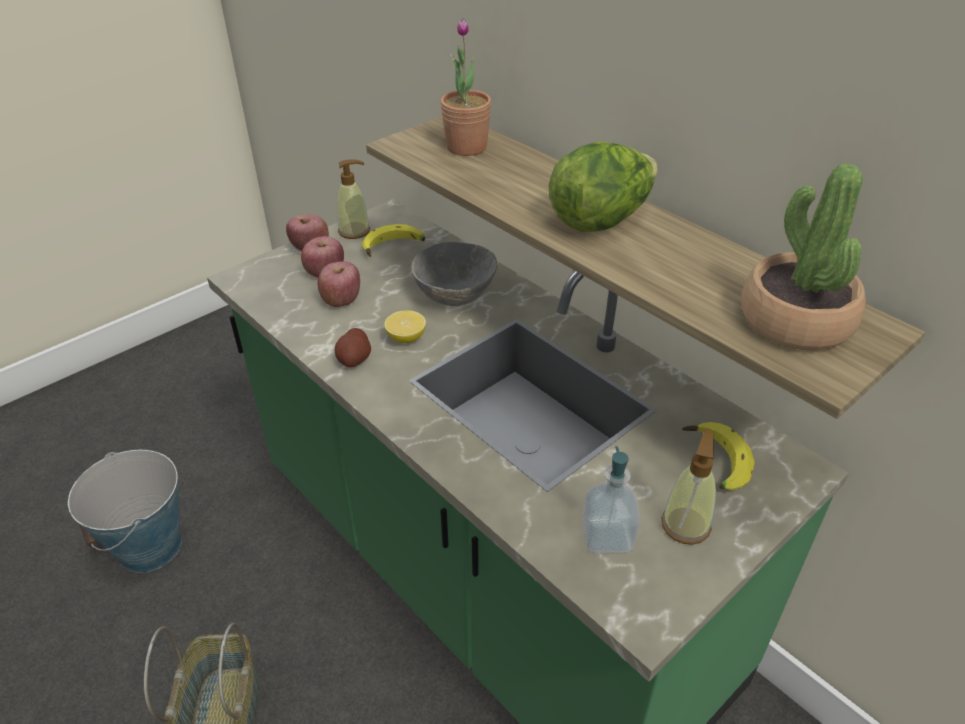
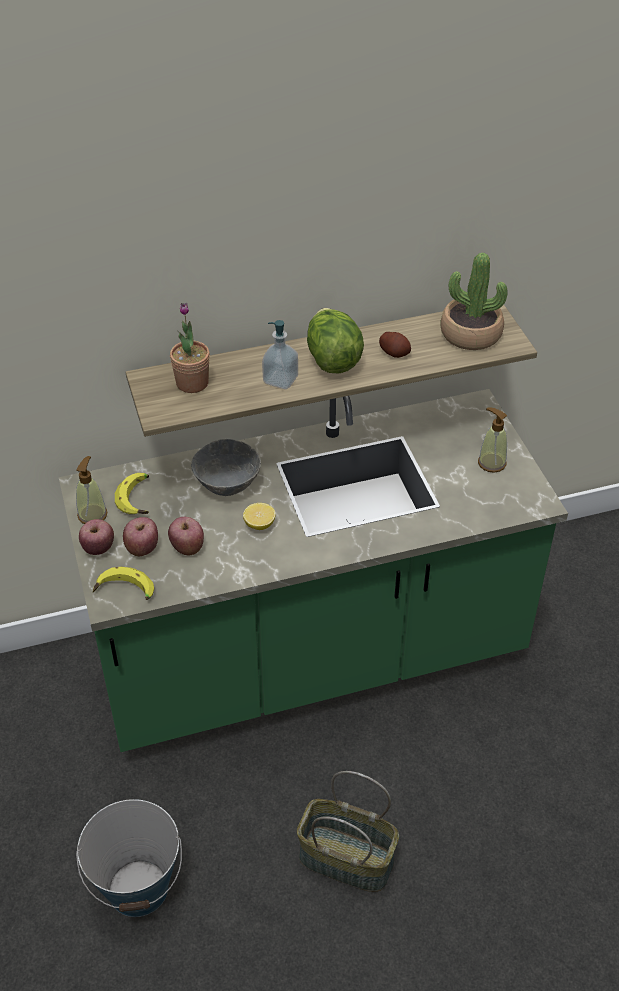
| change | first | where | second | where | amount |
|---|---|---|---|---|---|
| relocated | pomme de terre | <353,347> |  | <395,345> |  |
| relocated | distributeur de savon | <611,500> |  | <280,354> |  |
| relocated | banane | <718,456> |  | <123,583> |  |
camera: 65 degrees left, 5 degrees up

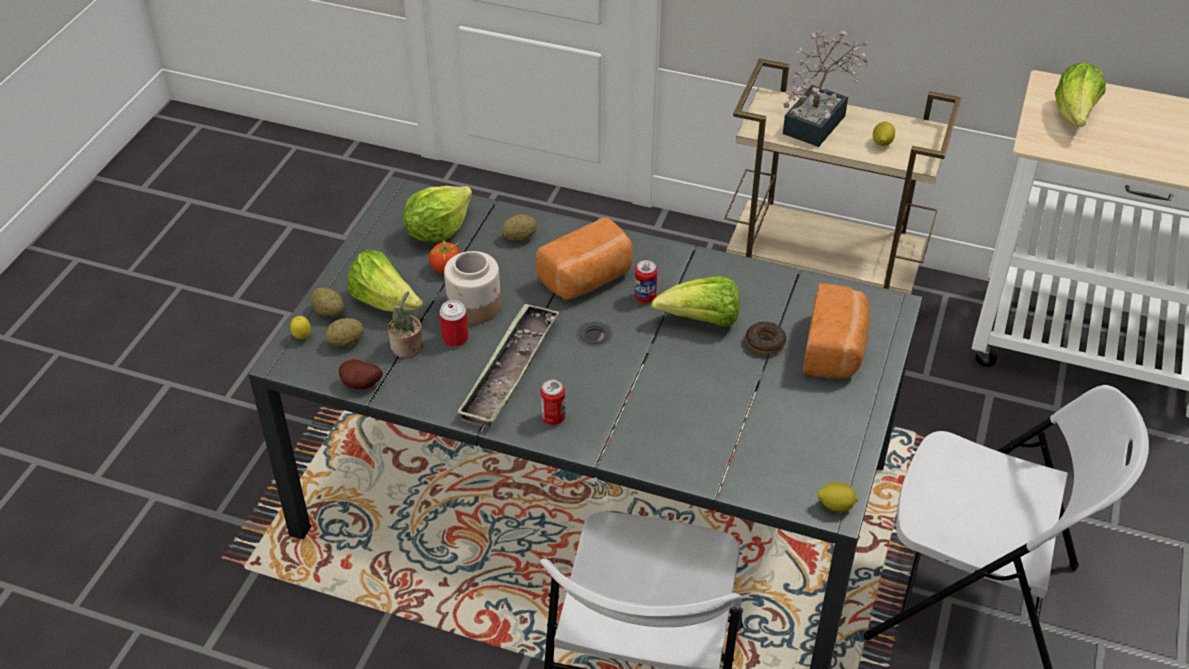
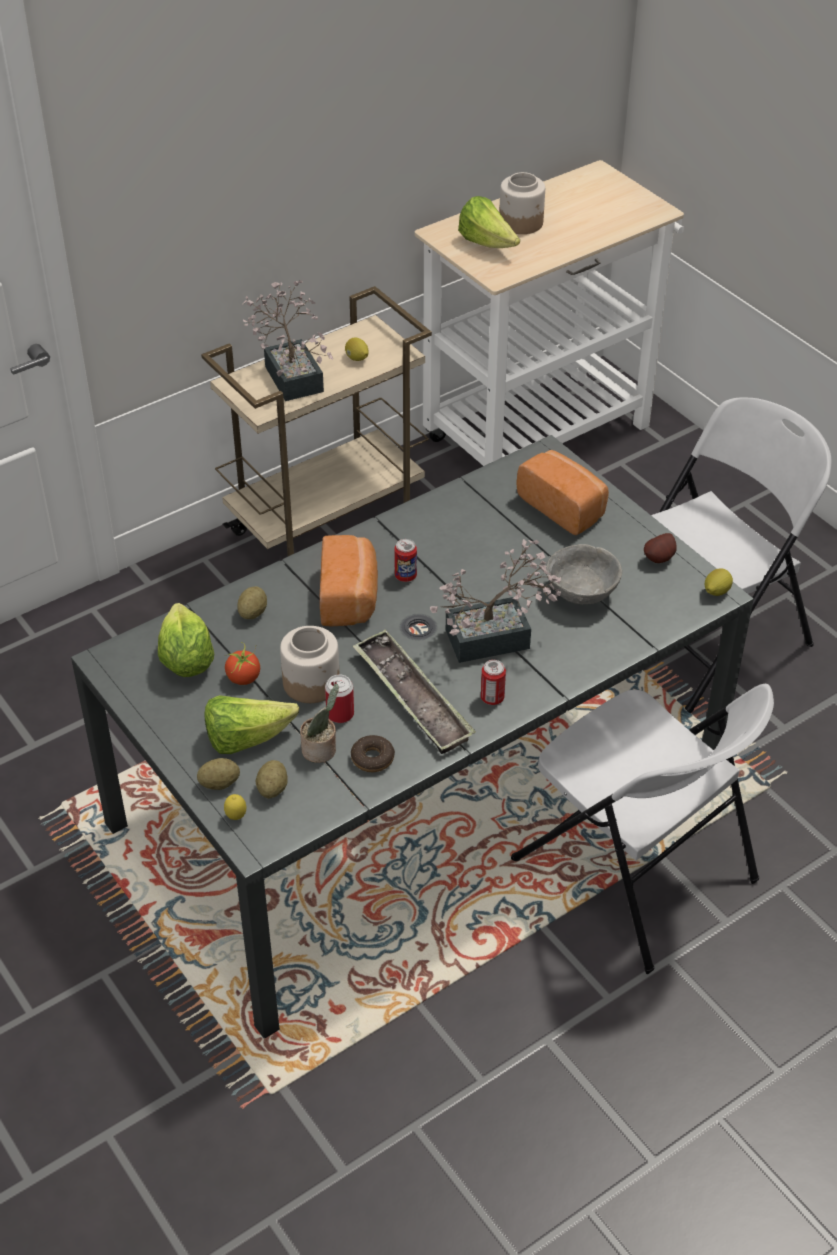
| change | first | where | second | where | amount |
|---|---|---|---|---|---|
| relocated | pomme de terre | <361,374> |  | <660,548> |  |
| missing | laitue | <695,301> |  |  |  |
| relocated | beignet | <766,338> |  | <373,753> |  |
| appeared |  |  | plante en pot | <495,601> |  |
| appeared |  |  | bocal | <522,203> |  |
| appeared |  |  | bol/gris | <584,574> |  |
camera: 55 degrees left, 0 degrees up

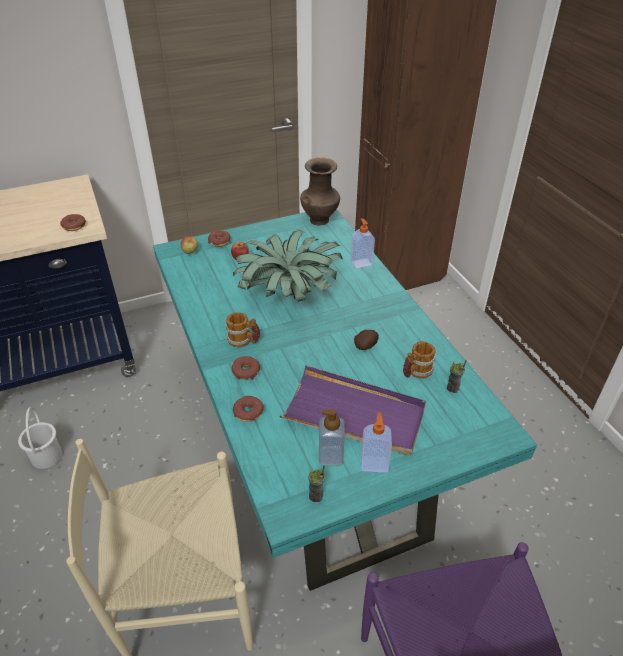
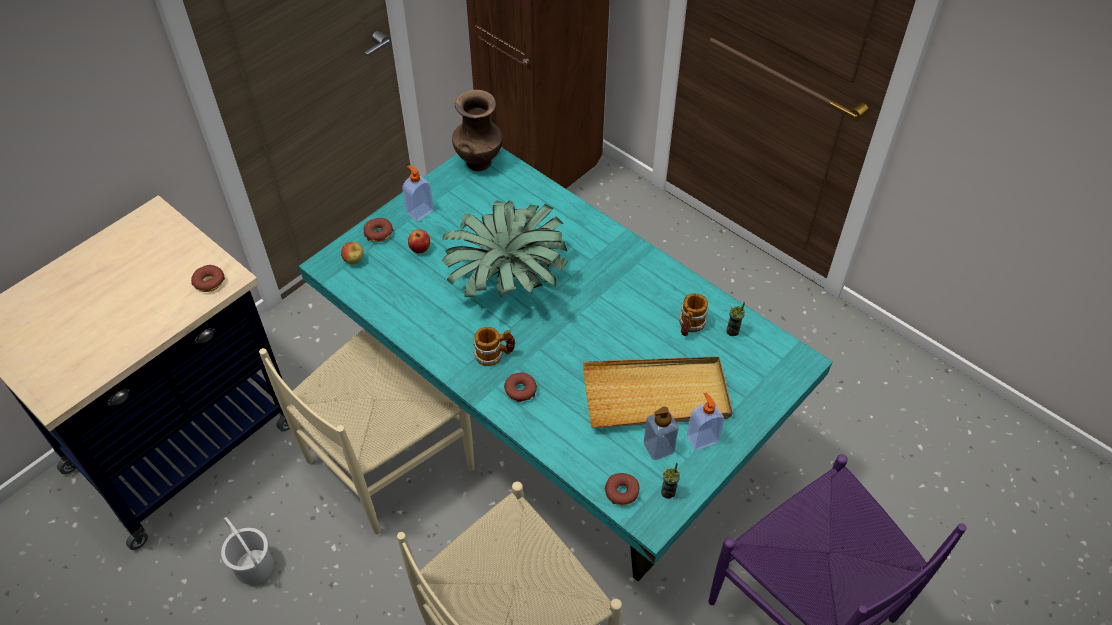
| change | first | where | second | where | amount |
|---|---|---|---|---|---|
| relocated | beignet | <248,409> |  | <622,489> |  |
| colour | plateau/violet | <353,410> | plateau/beige | <657,392> |  |
| relocated | distributeur de savon | <362,243> |  | <418,193> |  |
| missing | pomme de terre | <366,340> |  |  |  |
| appeared |  |  | chaise/beige | <366,432> |  |
camera: 25 degrees left, 10 degrees up

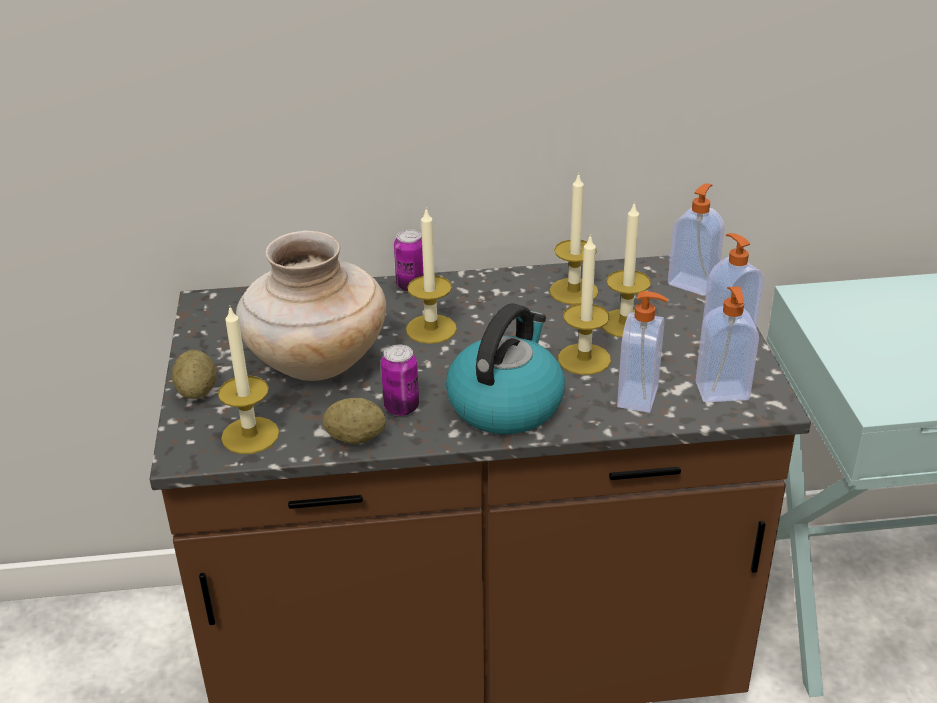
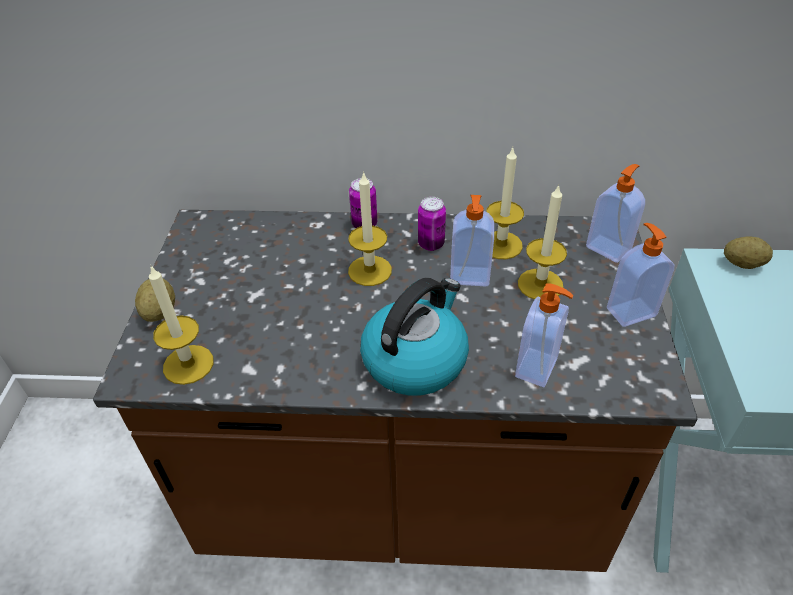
| change | first | where | second | where | amount |
|---|---|---|---|---|---|
| missing | vase/beige | <311,306> |  |  |  |
| relocated | pomme de terre | <354,421> |  | <748,253> |  |
| relocated | boîte métallique | <400,380> |  | <432,224> |  |
| missing | bougie | <584,304> |  |  |  |
| relocated | distributeur de savon | <727,344> |  | <472,240> |  |
camera: 10 degrees right, 10 degrees up

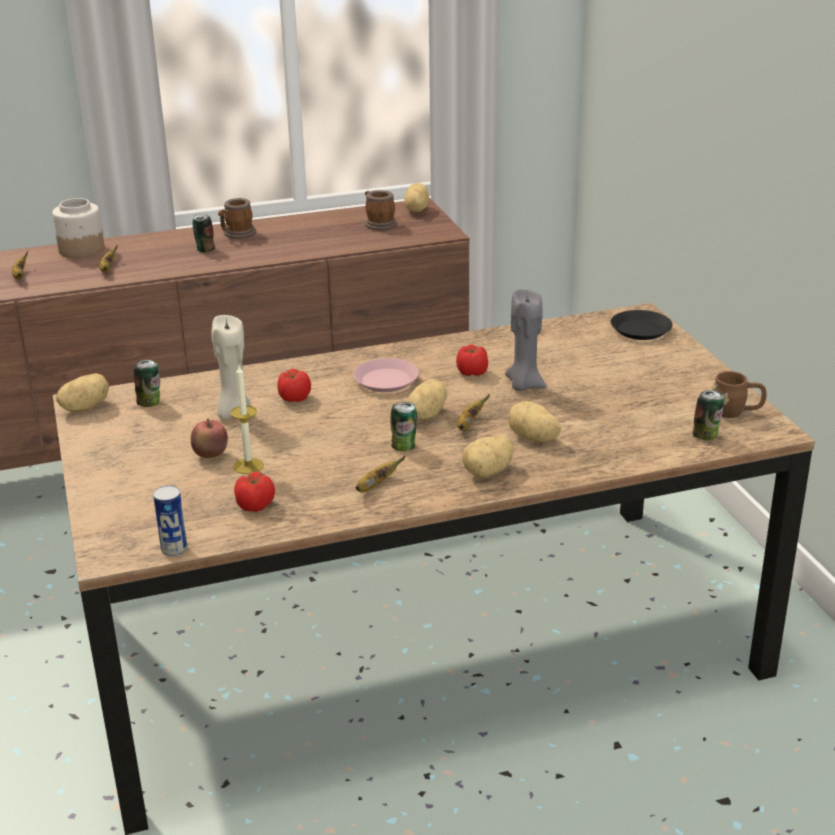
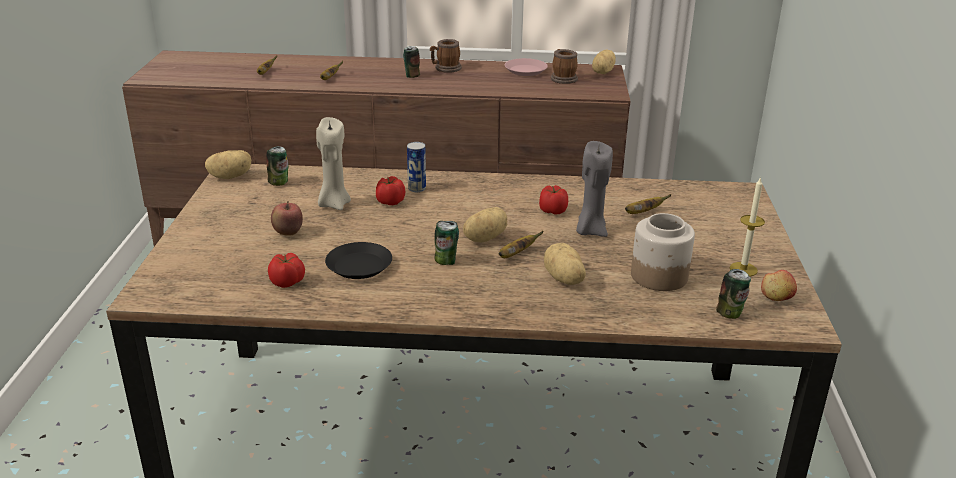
| change | first | where | second | where | amount |
|---|---|---|---|---|---|
| relocated | bocal | <78,228> |  | <663,252> |  |
| relocated | boîte métallique | <170,521> |  | <416,167> |  |
| relocated | bougie | <247,420> |  | <747,226> |  |
| relocated | assiette/rose | <386,375> |  | <526,67> |  |
| relocated | banane | <380,474> |  | <648,204> |  |
| missing | pomme de terre | <488,456> |  |  |  |
| relocated | assiette/noir | <641,325> |  | <358,260> |  |
| exchanged | mug/marron | <739,394> | pomme | <779,285> |  |
camera: 20 degrees right, 0 degrees up

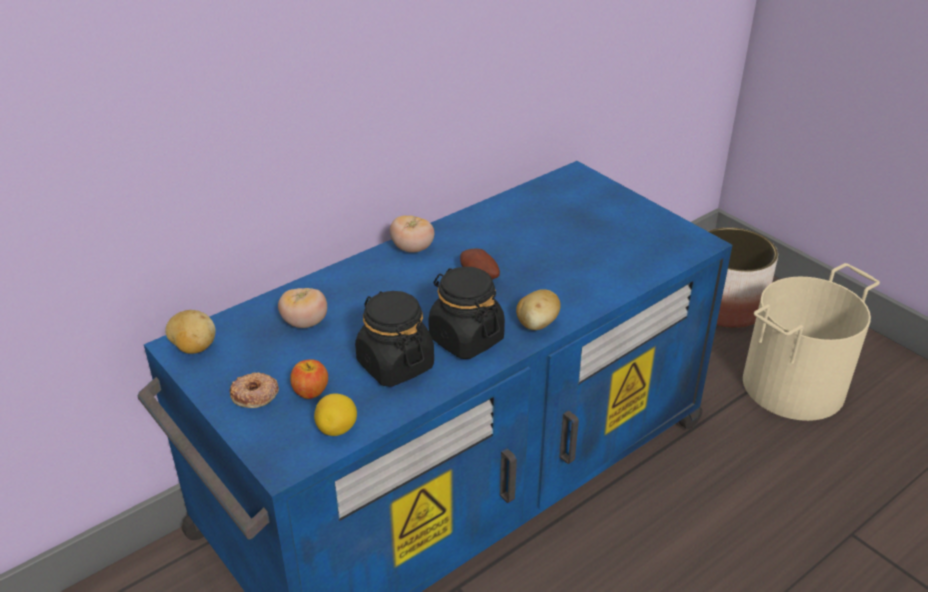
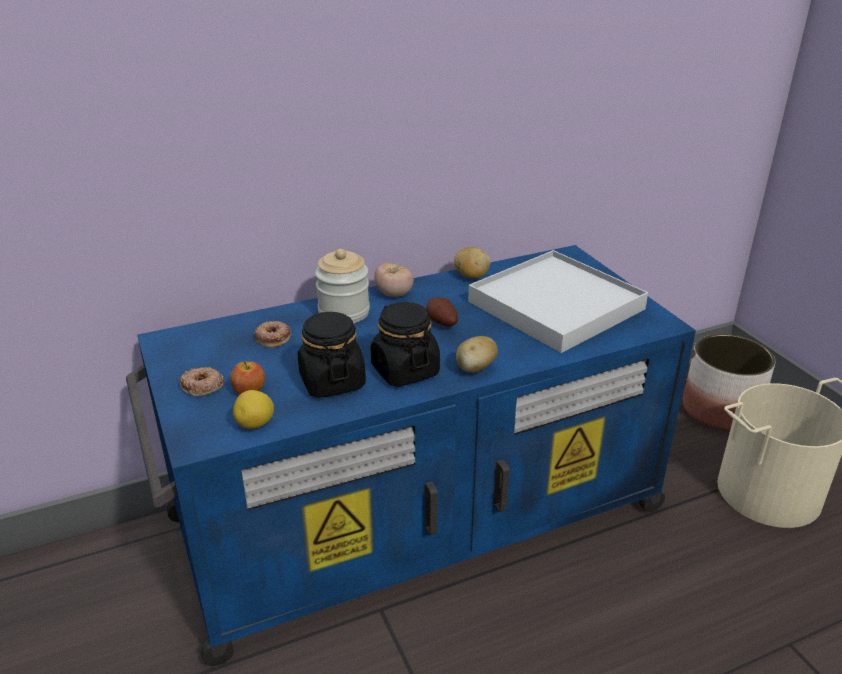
| change | first | where | second | where | amount |
|---|---|---|---|---|---|
| relocated | pomme de terre | <191,332> |  | <472,263> |  |
| exchanged | tomate | <302,308> | beignet | <272,334> |  |
| appeared |  |  | bocal | <342,286> |  |
| appeared |  |  | plateau/blanc | <558,301> |  |
camera: 15 degrees right, 5 degrees down

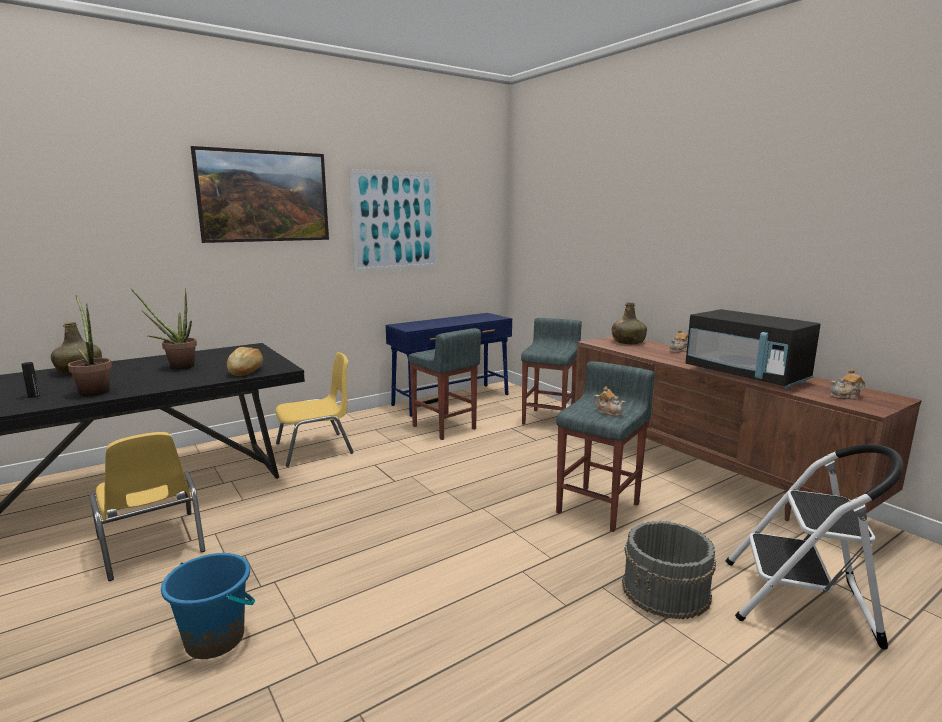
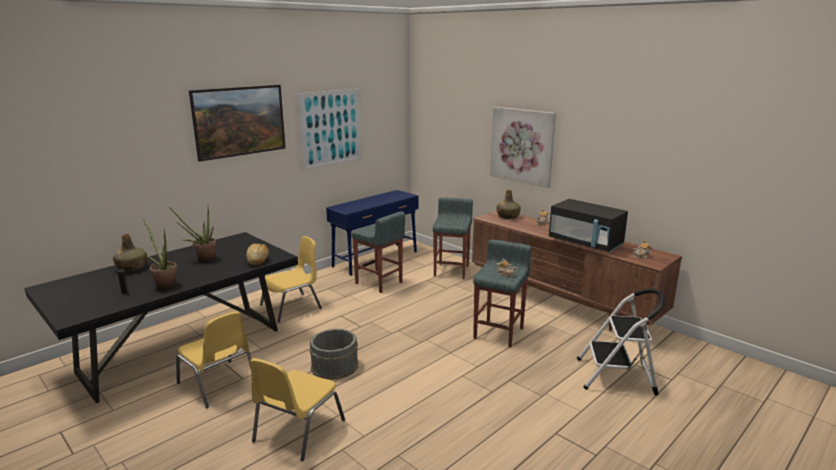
| change | first | where | second | where | amount |
|---|---|---|---|---|---|
| exchanged | seau/bleu | <208,606> | chaise/jaune | <297,409> |  |
| relocated | seau/gris | <669,570> |  | <334,354> |  |
| appeared |  |  | tableau | <523,147> |  |
camera: 10 degrees left, 5 degrees up

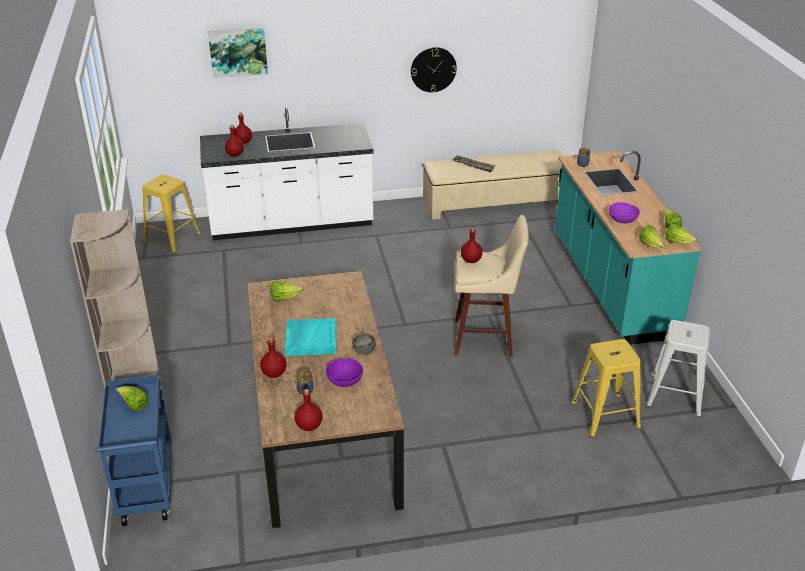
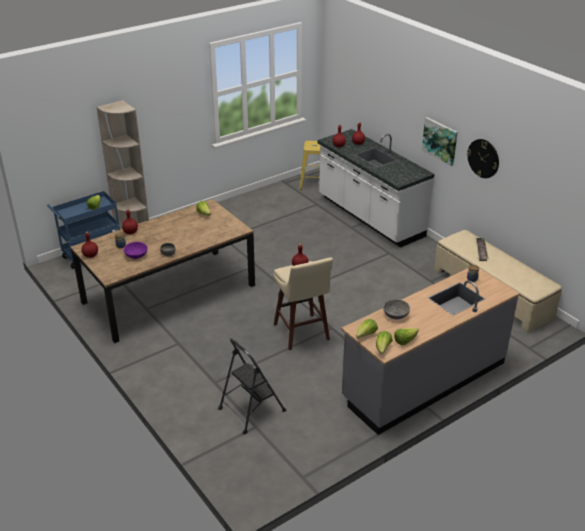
| change | first | where | second | where | amount |
|---|---|---|---|---|---|
| relocated | tableau | <238,53> |  | <440,141> |  |
| missing | plateau/turquoise | <310,337> |  |  |  |
| colour | comptoir de cuisine/turquoise | <628,248> | comptoir de cuisine/gris | <430,351> |  |
| exchanged | tabouret/jaune | <606,388> | escabeau/noir | <252,386> |  |
| colour | bol/violet | <624,213> | bol/gris | <396,309> |  |
| missing | tabouret/blanc | <678,368> |  |  |  |
camera: 65 degrees right, 0 degrees up

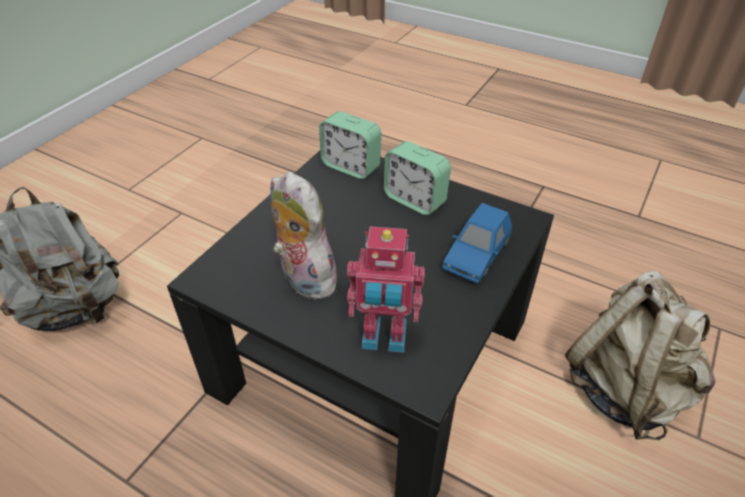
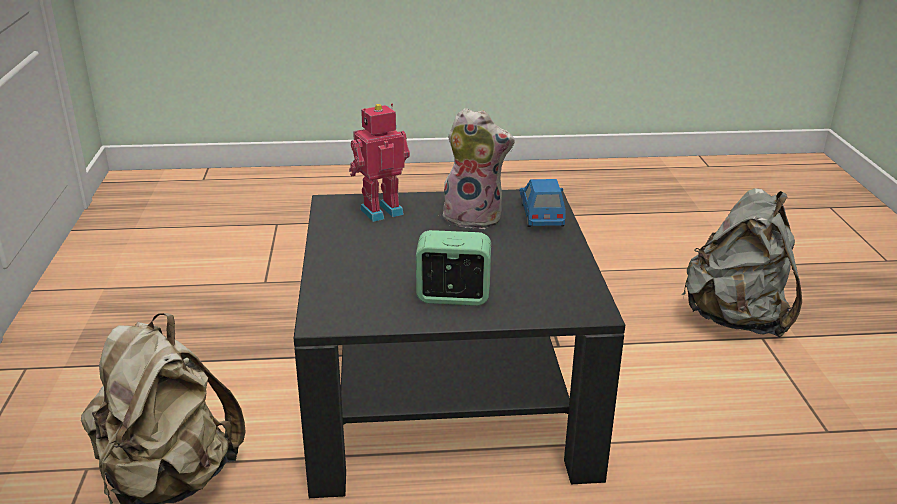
| change | first | where | second | where | amount |
|---|---|---|---|---|---|
| missing | réveil | <350,145> |  |  |  |
| relocated | petite voiture/bleu | <477,243> |  | <542,203> |  |
camera: 145 degrees right, 15 degrees down

